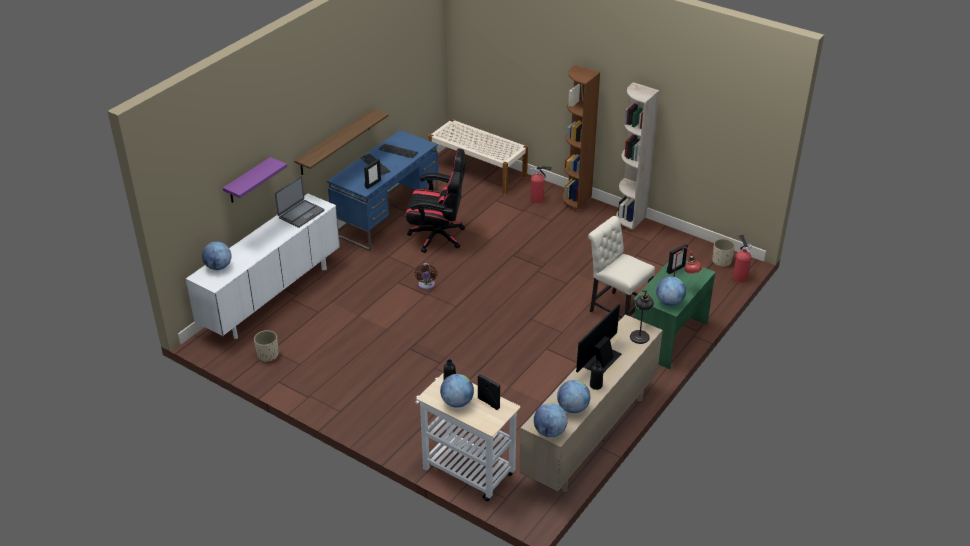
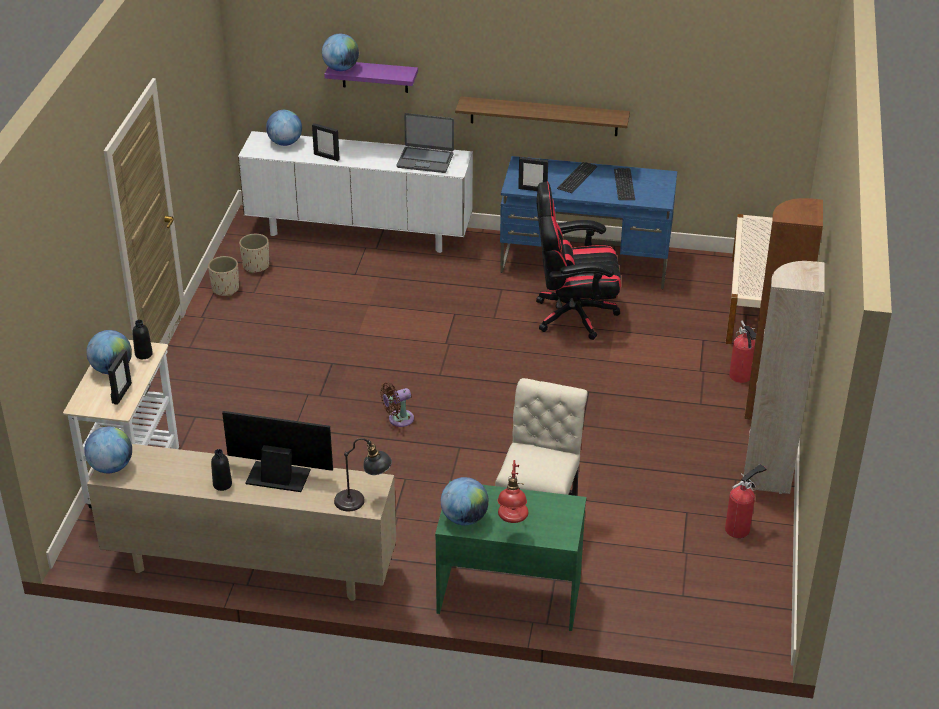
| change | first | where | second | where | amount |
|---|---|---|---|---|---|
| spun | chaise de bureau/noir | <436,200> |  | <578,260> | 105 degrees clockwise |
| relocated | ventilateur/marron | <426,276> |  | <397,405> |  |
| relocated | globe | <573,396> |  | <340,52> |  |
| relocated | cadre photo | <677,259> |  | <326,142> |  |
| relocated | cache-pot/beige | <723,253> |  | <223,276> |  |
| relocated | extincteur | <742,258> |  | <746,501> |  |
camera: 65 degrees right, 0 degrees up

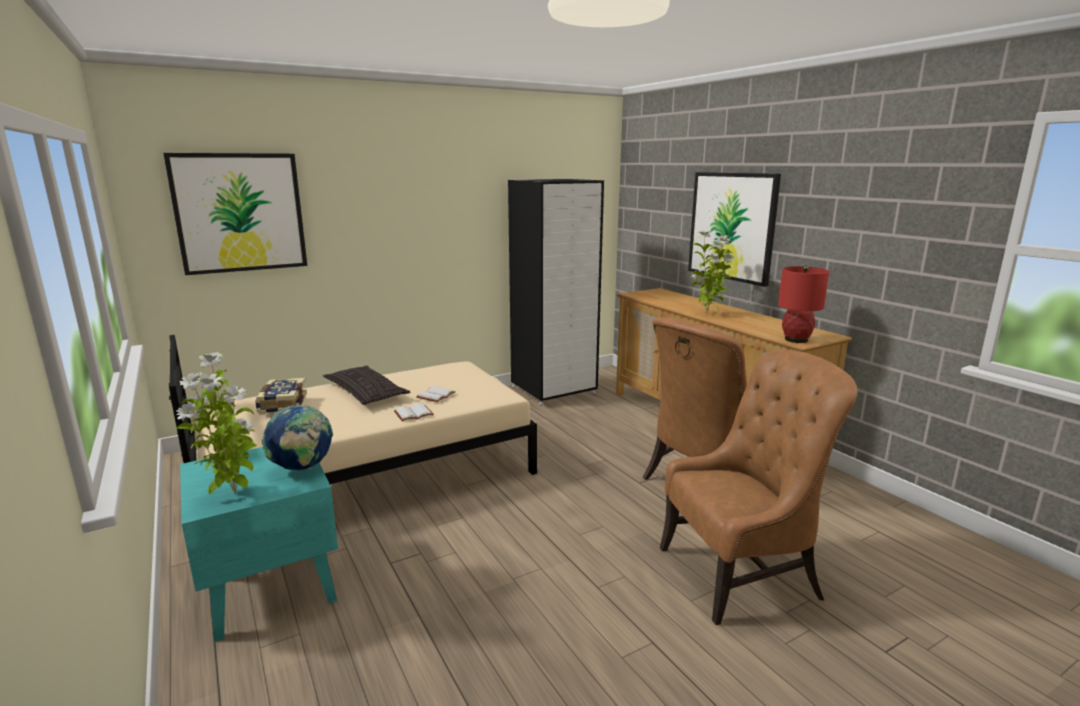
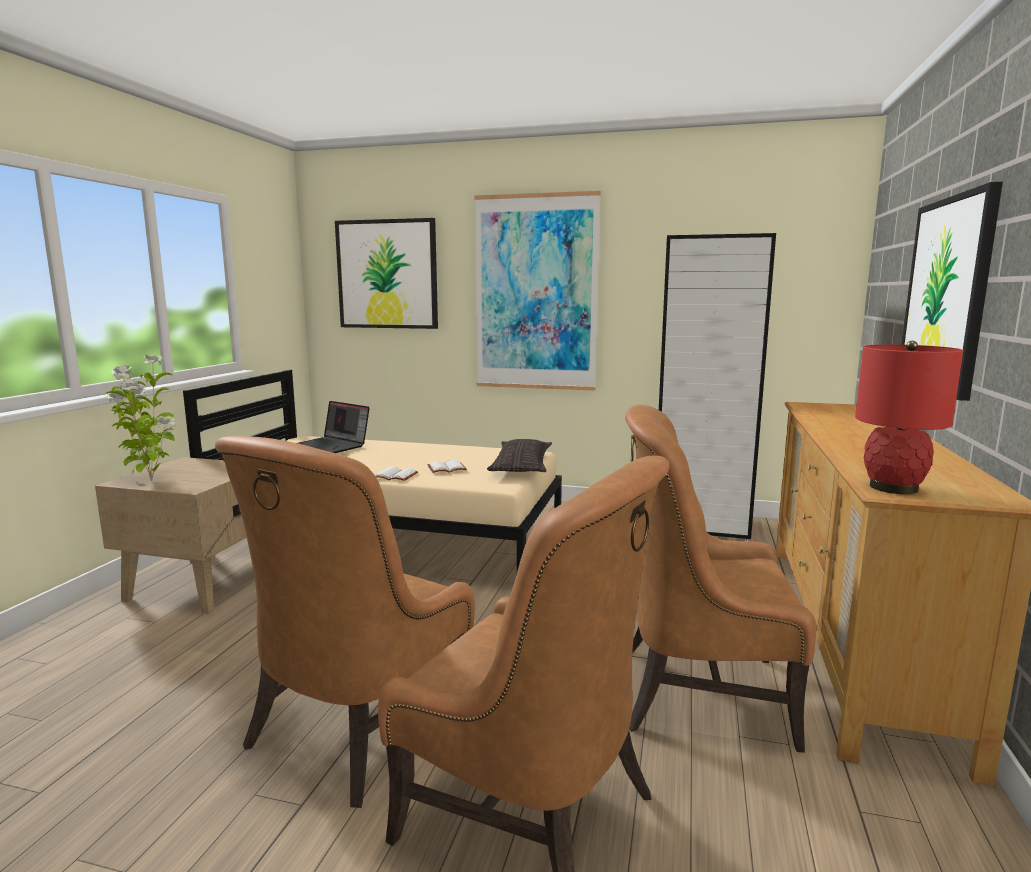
| change | first | where | second | where | amount |
|---|---|---|---|---|---|
| colour | table de chevet/turquoise | <259,544> | table de chevet/beige | <171,535> |  |
| exchanged | livre | <281,396> | ordinateur portable | <334,427> |  |
| missing | globe | <297,438> |  |  |  |
| relocated | coussin | <367,385> |  | <519,455> |  |
| missing | plante en pot | <712,271> |  |  |  |
| appeared |  |  | chaise/marron | <345,622> |  |
| appeared |  |  | tableau | <537,291> |  |
camera: 45 degrees right, 5 degrees down

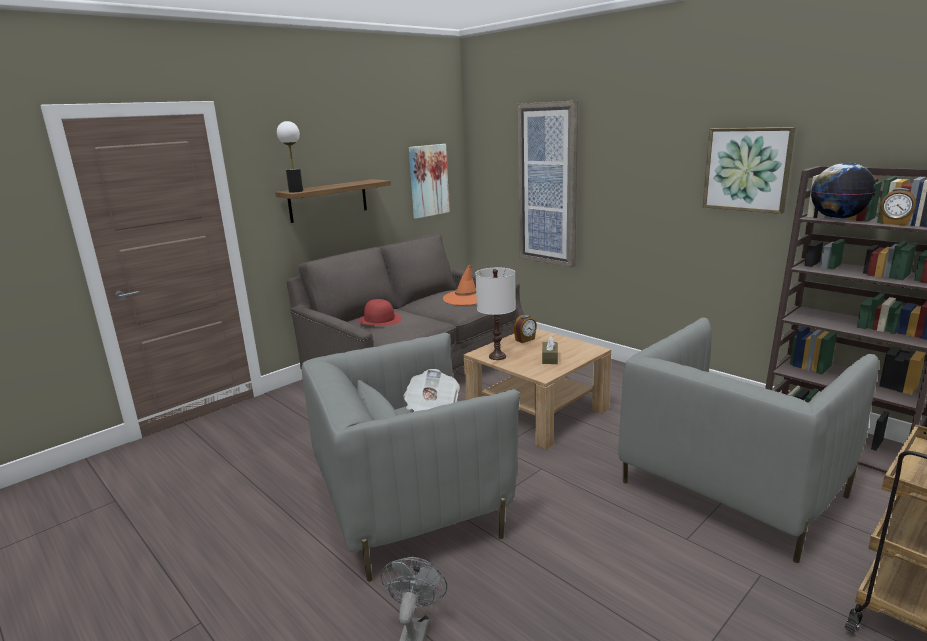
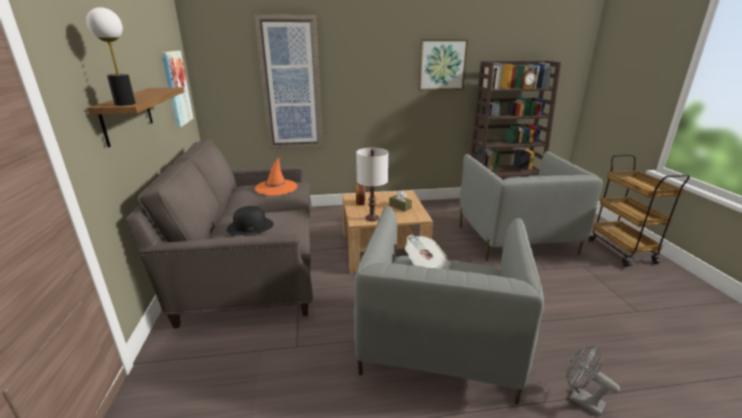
| change | first | where | second | where | amount |
|---|---|---|---|---|---|
| colour | chapeau/rouge | <380,312> | chapeau/noir | <250,220> |  |
| missing | globe | <843,191> |  |  |  |
camera: 55 degrees left, 5 degrees up

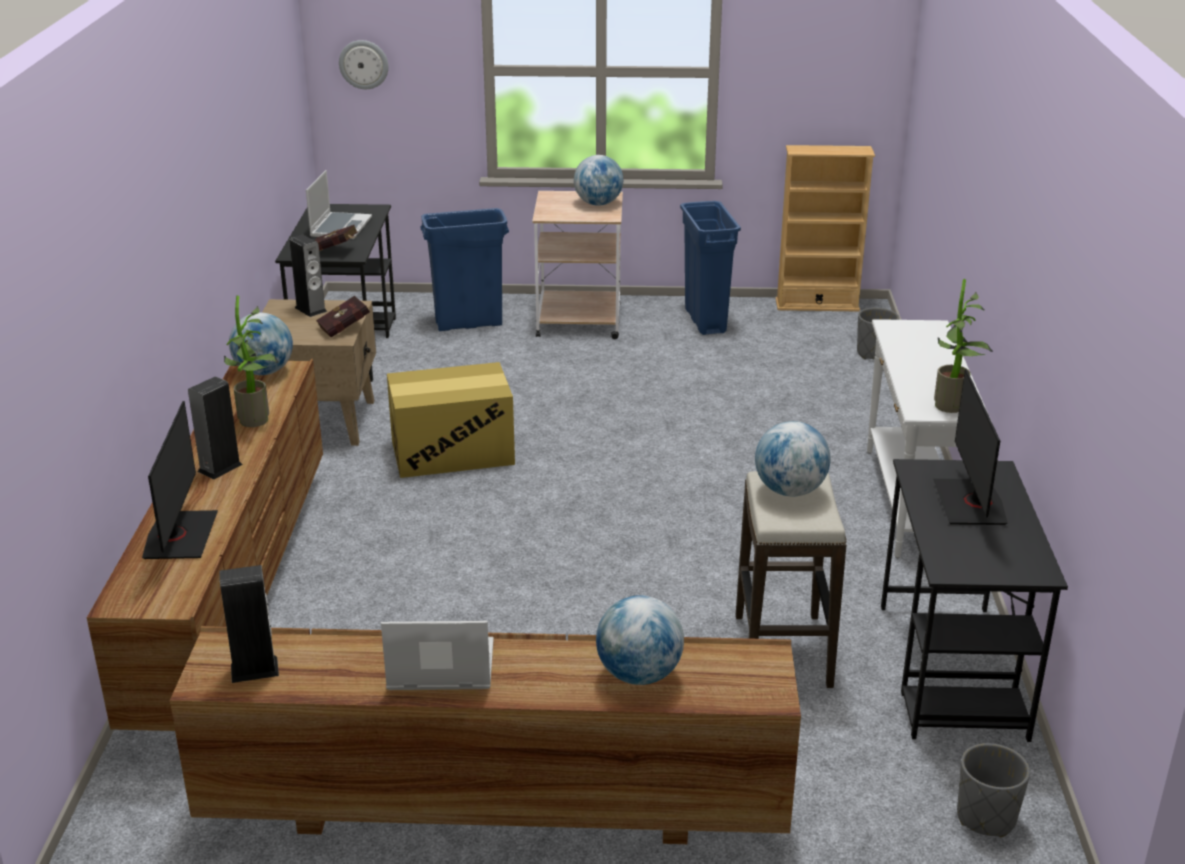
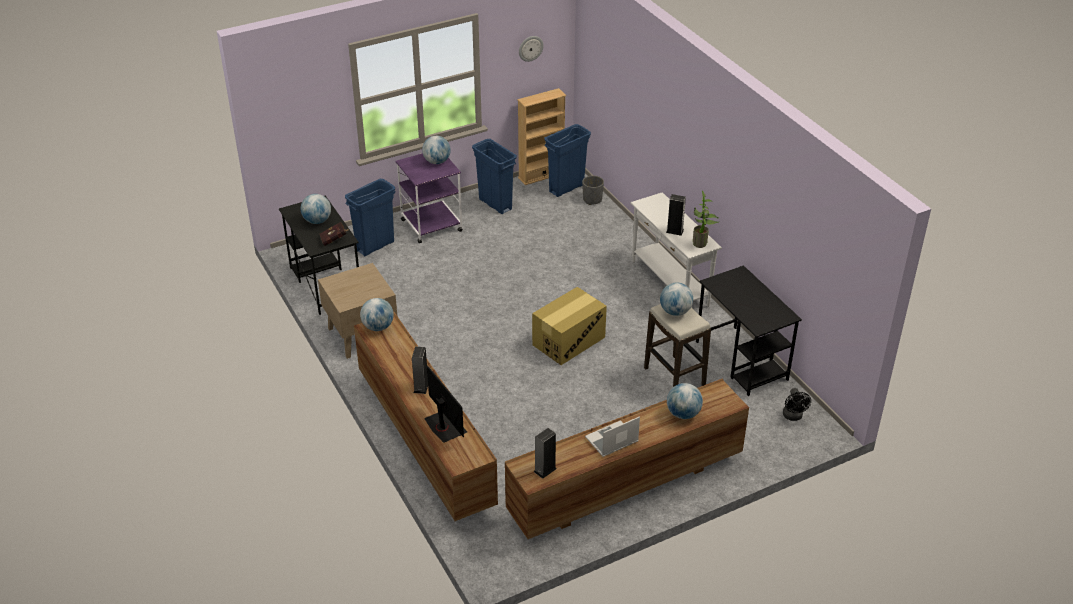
| change | first | where | second | where | amount |
|---|---|---|---|---|---|
| missing | plante en pot | <251,361> |  |  |  |
| relocated | enceinte | <308,276> |  | <676,215> |  |
| exchanged | ordinateur portable | <339,204> | globe | <316,209> |  |
| missing | livre/rouge | <345,316> |  |  |  |
| relocated | horloge murale | <363,64> |  | <531,49> |  |
| relocated | carton | <451,420> |  | <569,326> |  |
| colour | chariot/beige | <577,265> | chariot/violet | <429,198> |  |
| missing | écran d'ordinateur | <970,447> |  |  |  |
| exchanged | cache-pot/gris | <993,790> | ventilateur/noir | <797,404> |  |
| appeared |  |  | poubelle/bleu | <567,160> |  |
camera: 30 degrees left, 10 degrees up

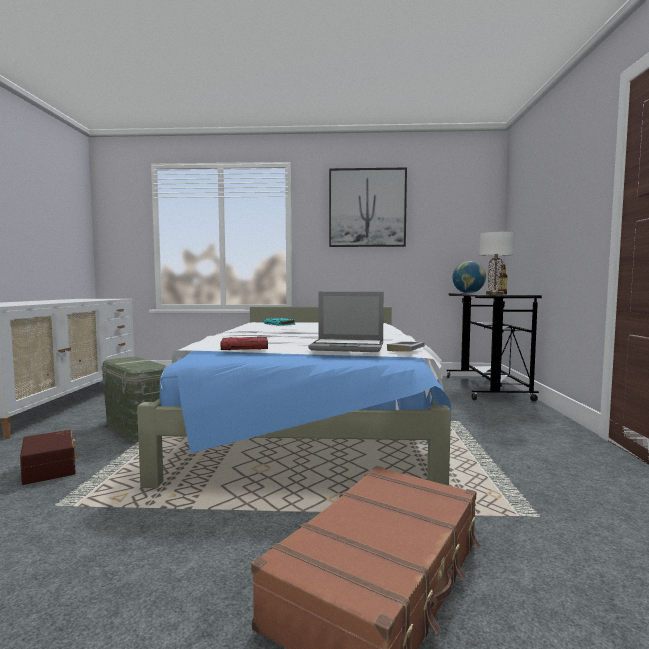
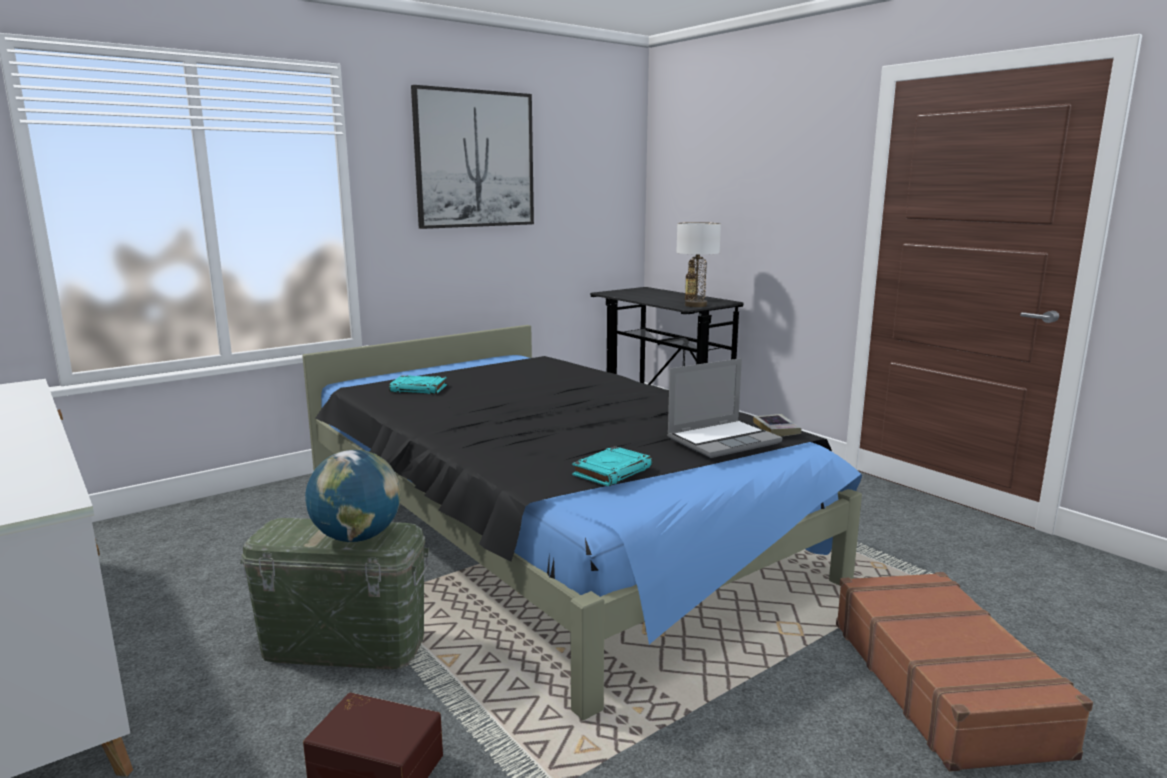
| change | first | where | second | where | amount |
|---|---|---|---|---|---|
| colour | lit/blanc | <294,397> | lit/noir | <582,523> |  |
| colour | livre/rouge | <244,343> | livre/turquoise | <612,466> |  |
| relocated | globe | <469,277> |  | <353,496> |  |
camera: 40 degrees left, 10 degrees up

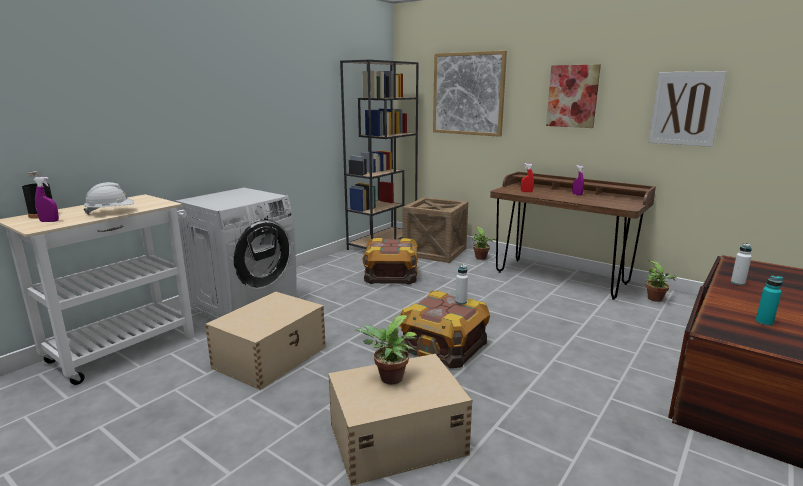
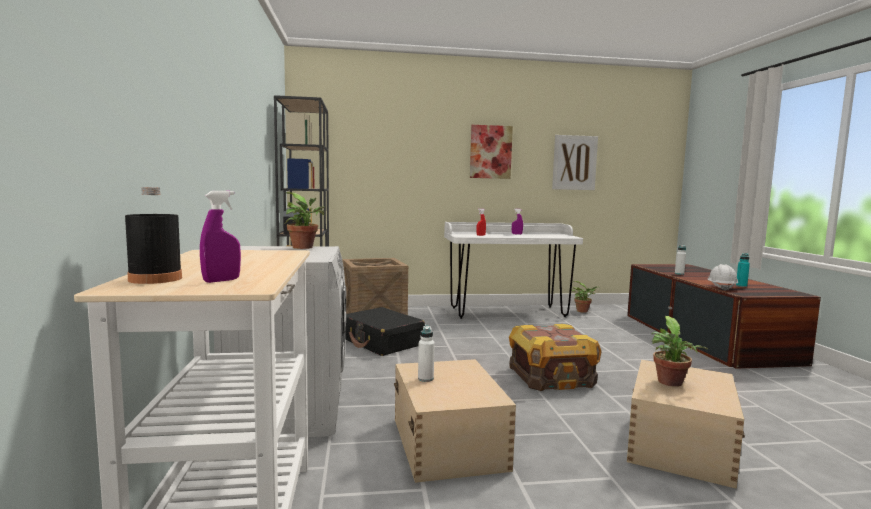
| change | first | where | second | where | amount |
|---|---|---|---|---|---|
| relocated | casque de chantier/blanc | <108,198> |  | <722,277> |  |
| exchanged | caisse | <390,261> | valise/noir | <385,331> |  |
| missing | tableau | <470,94> |  |  |  |
| relocated | bouteille/blanc | <461,284> |  | <426,354> |  |
| relocated | plante en pot | <484,243> |  | <305,220> |  |
| colour | bureau/marron | <573,236> | bureau/blanc | <513,270> |  |
camera: 45 degrees left, 10 degrees down

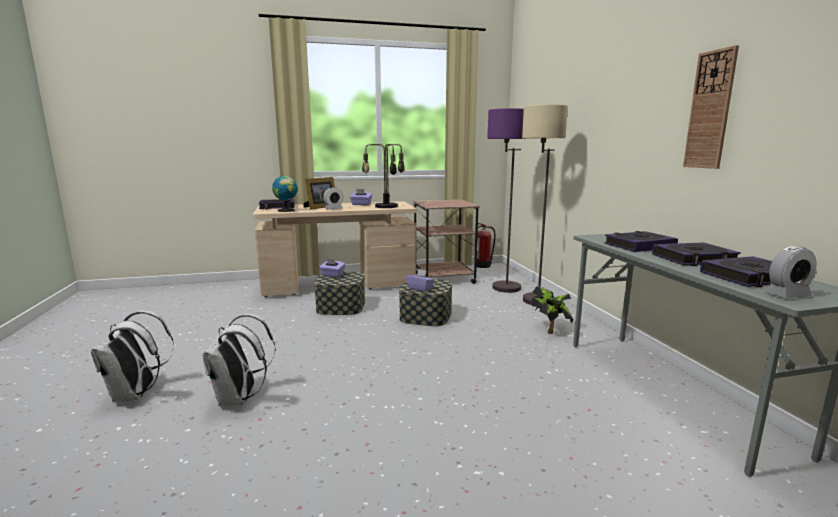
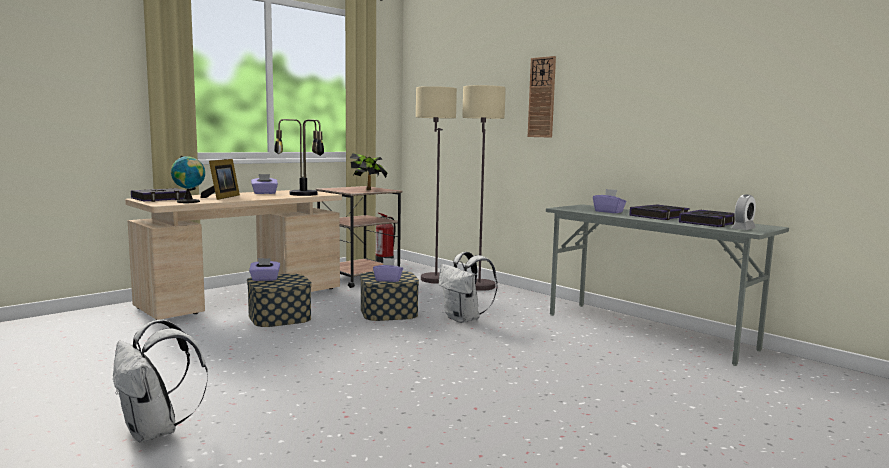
| change | first | where | second | where | amount |
|---|---|---|---|---|---|
| relocated | sac à dos/blanc | <239,360> |  | <468,287> |  |
| missing | réveil | <333,198> |  |  |  |
| colour | lampadaire/violet | <507,200> | lampadaire/beige | <436,184> |  |
| relocated | plante en pot | <553,310> |  | <368,171> |  |
| exchanged | livre | <641,241> | boîte à mouchoirs/violet | <609,201> |  |
| relocated | horloge murale | <711,107> |  | <542,97> |  |
camera: 30 degrees left, 5 degrees down

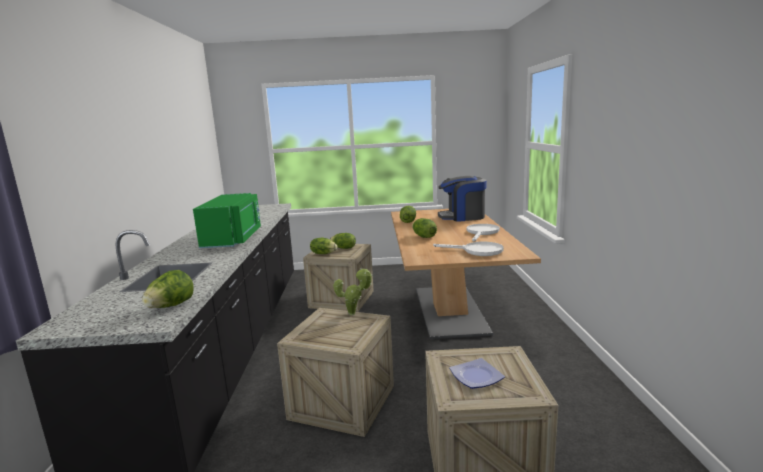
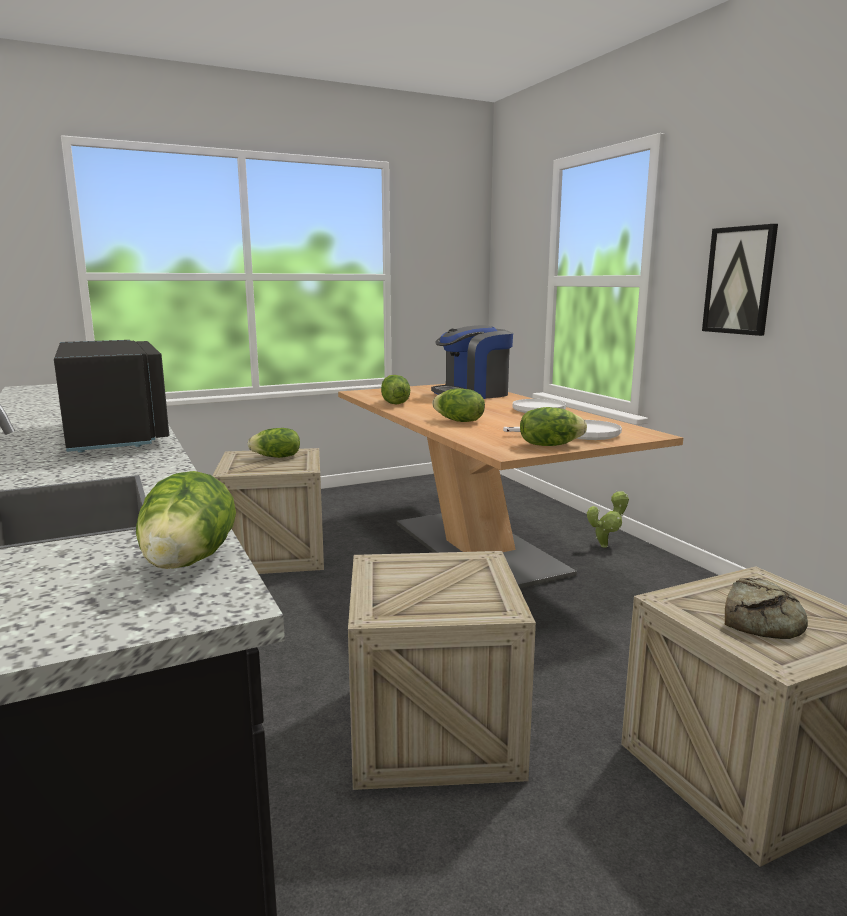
| change | first | where | second | where | amount |
|---|---|---|---|---|---|
| colour | micro-ondes/vert | <227,220> | micro-ondes/noir | <111,396> |  |
| relocated | laitue | <323,246> |  | <553,426> |  |
| relocated | plante en pot | <353,291> |  | <608,519> |  |
| exchanged | assiette | <477,373> | pain | <766,608> |  |
| appeared |  |  | tableau | <740,280> |  |
camera: 25 degrees left, 0 degrees up

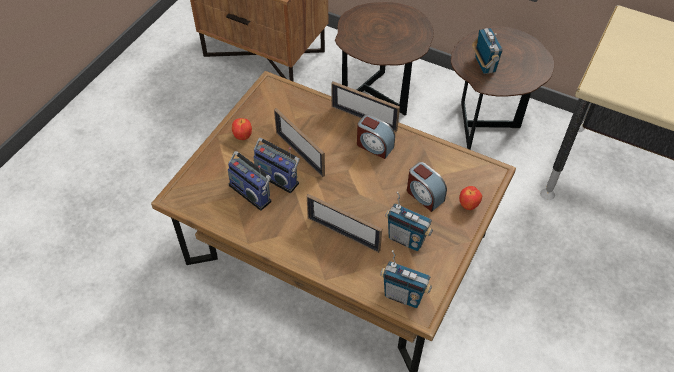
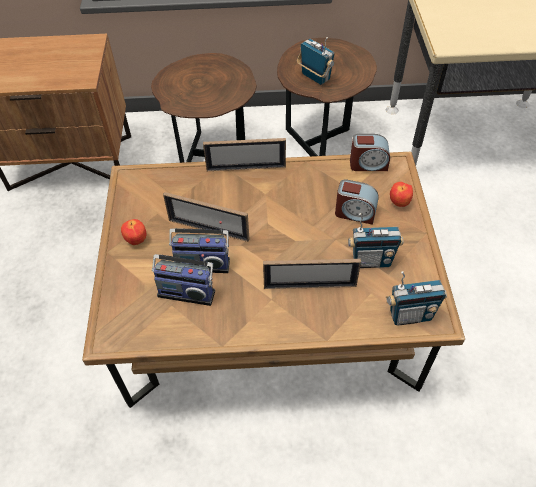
| change | first | where | second | where | amount |
|---|---|---|---|---|---|
| relocated | réveil | <376,137> |  | <370,152> |  |
camera: 30 degrees left, 0 degrees up

